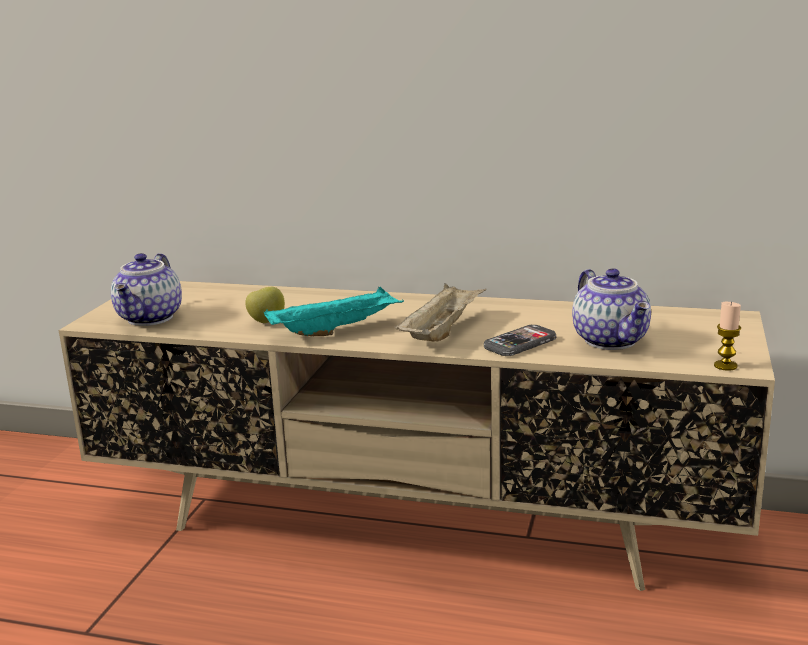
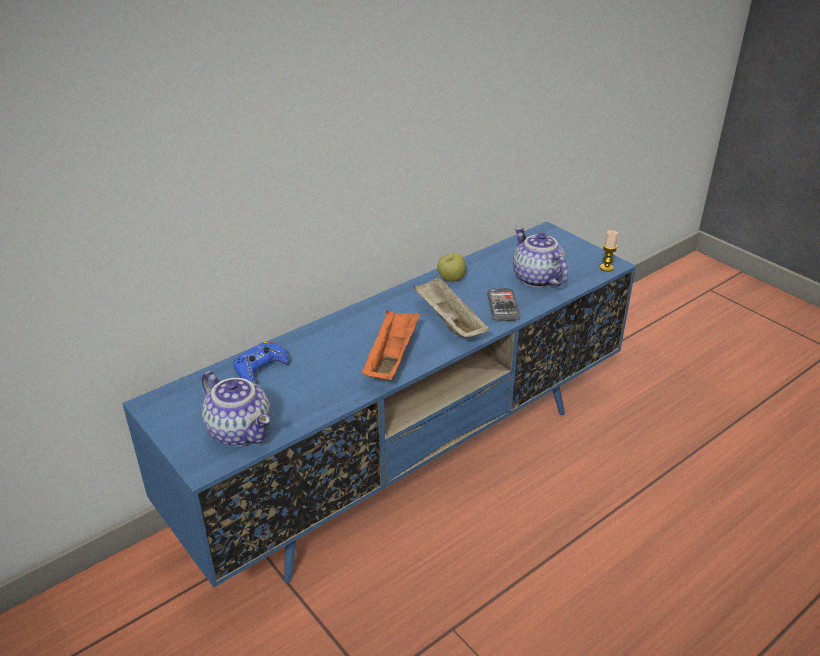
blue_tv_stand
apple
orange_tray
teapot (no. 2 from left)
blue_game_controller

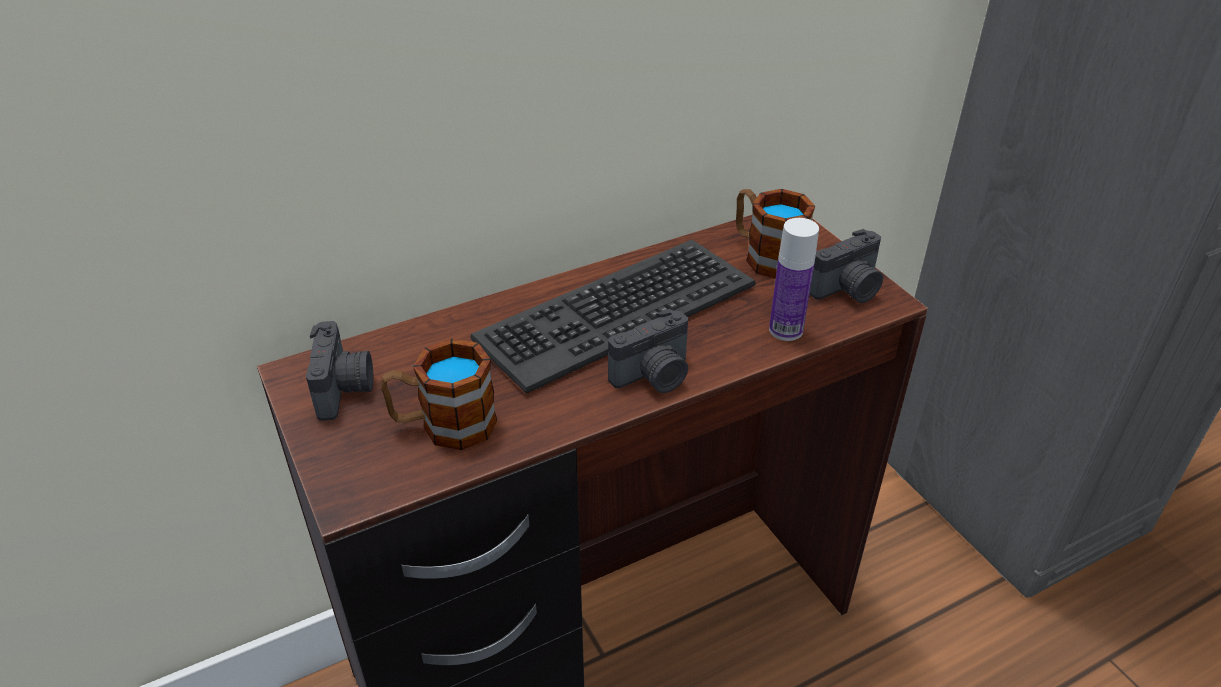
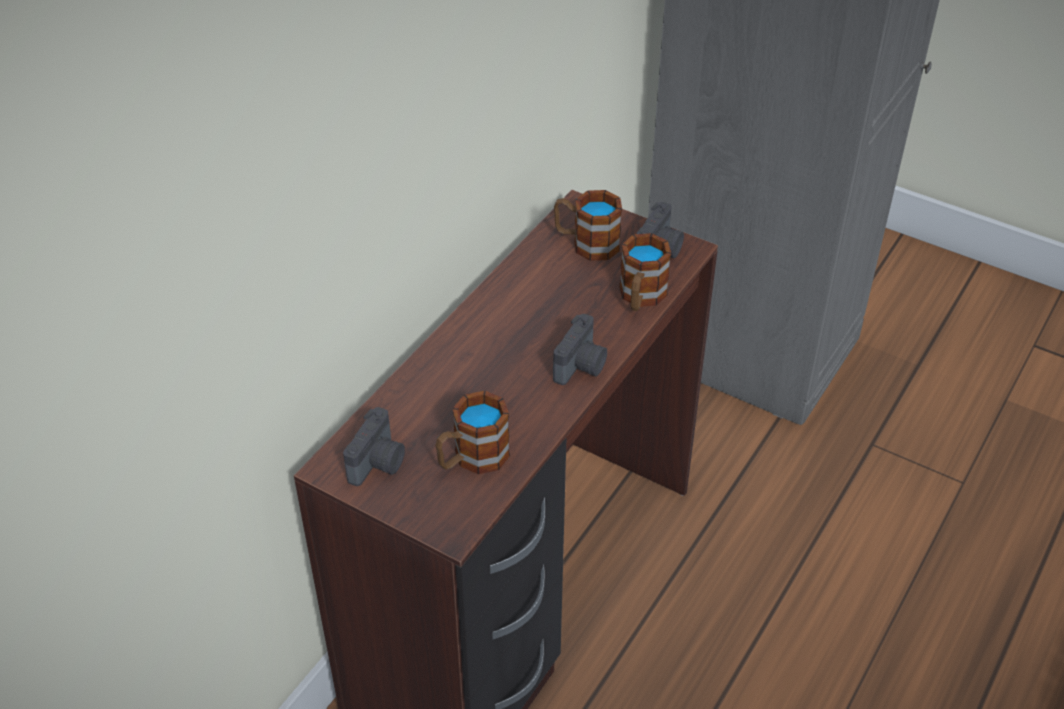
photo_camera (no. 1 from left)
keyboard
mug (no. 3 from left)

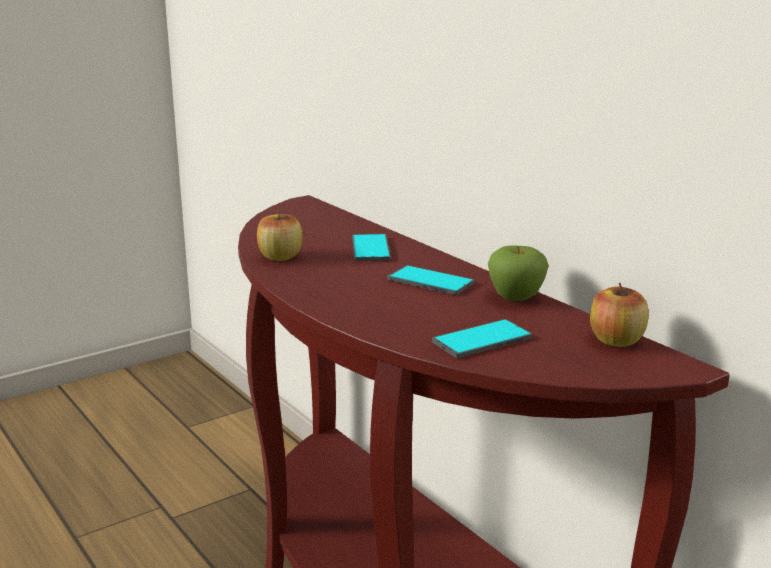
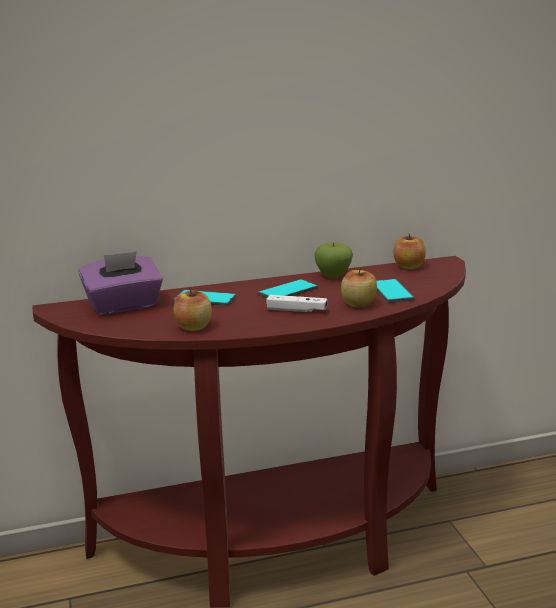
purple_tissue_box
white_game_controller
apple (no. 3 from left)

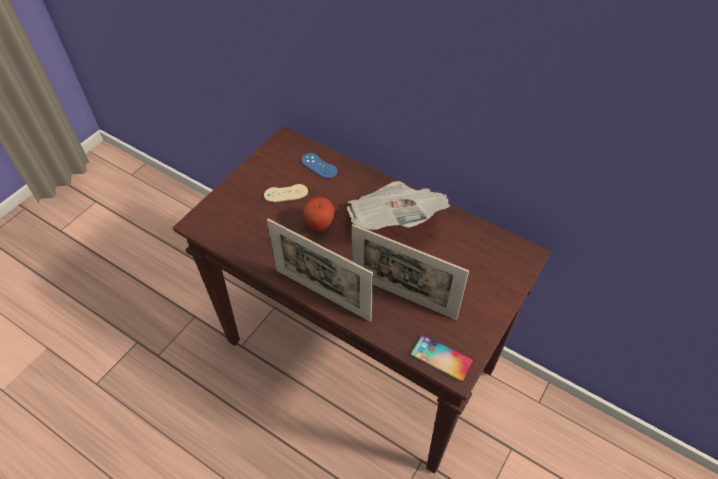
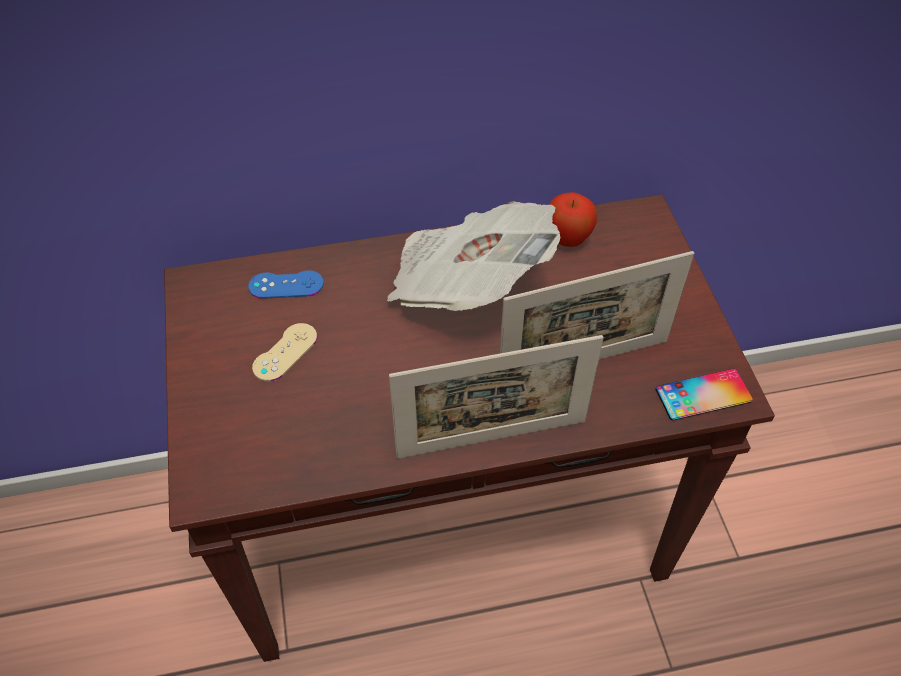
apple

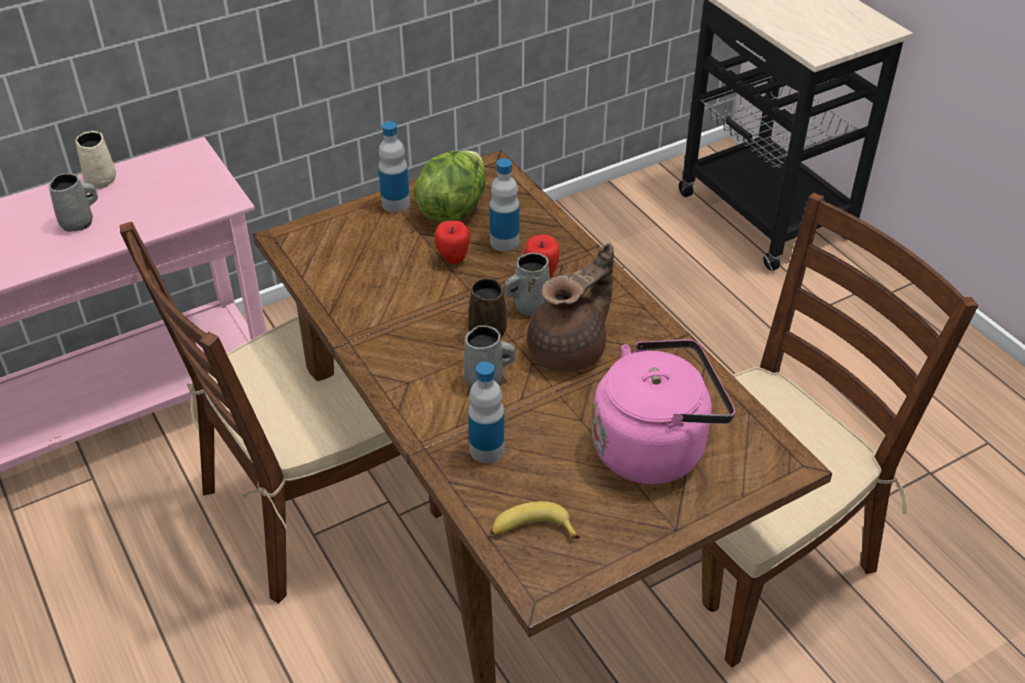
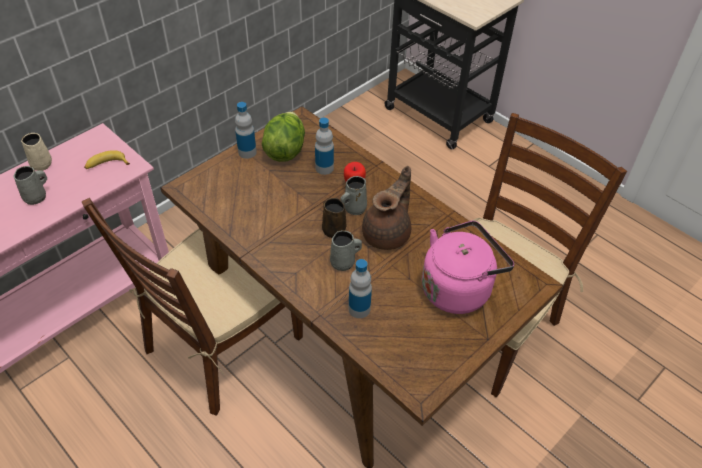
apple (no. 1 from left in the first image)
banana

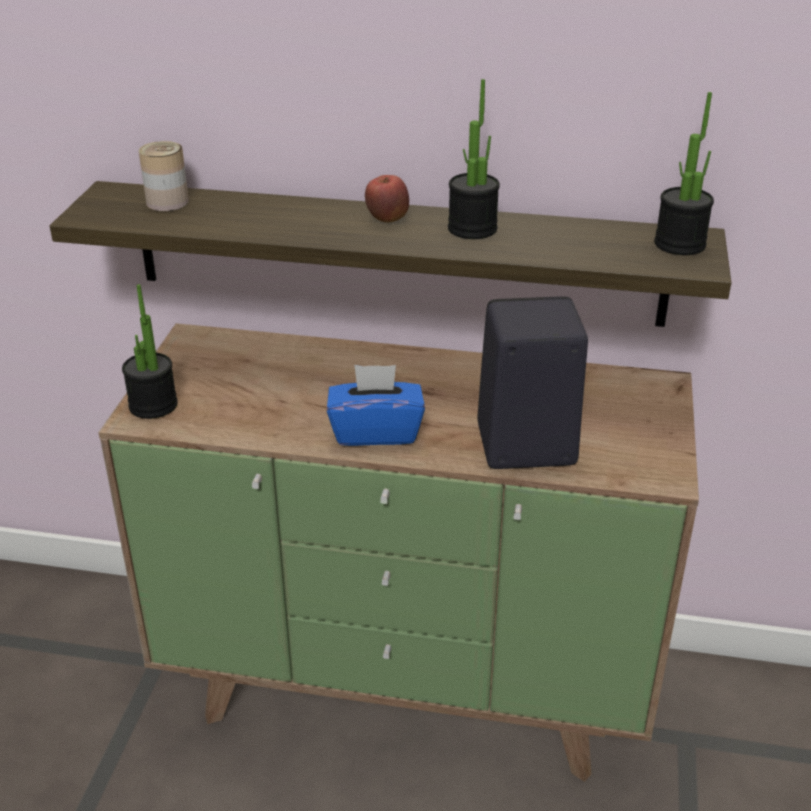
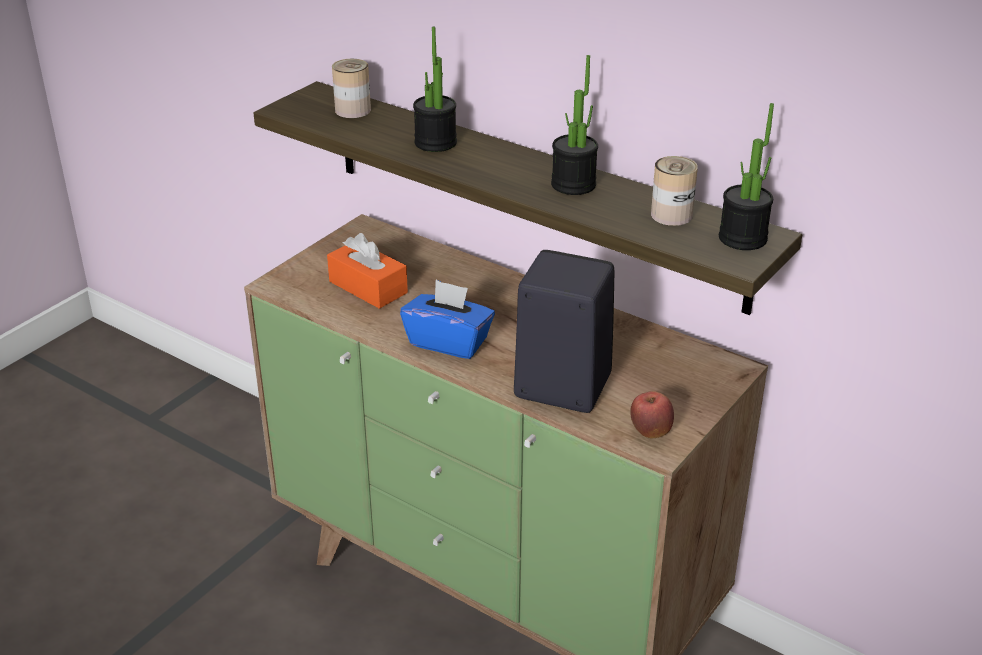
potted_plant (no. 1 from left)
apple
orange_tissue_box
can (no. 2 from left)

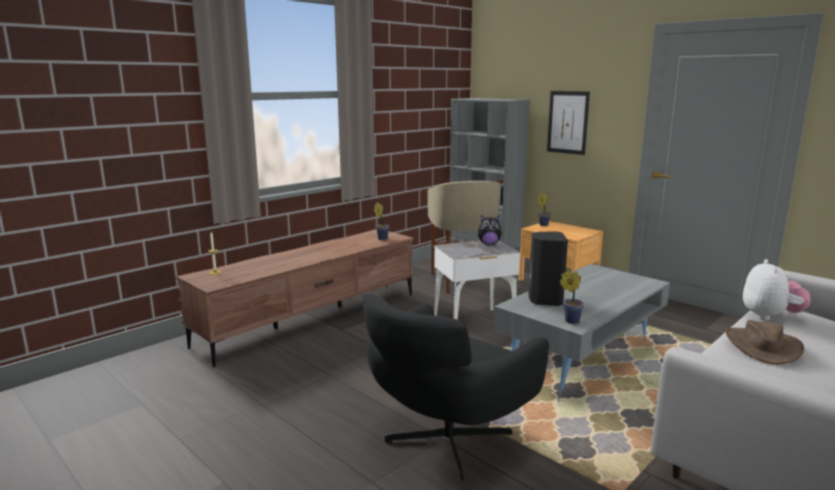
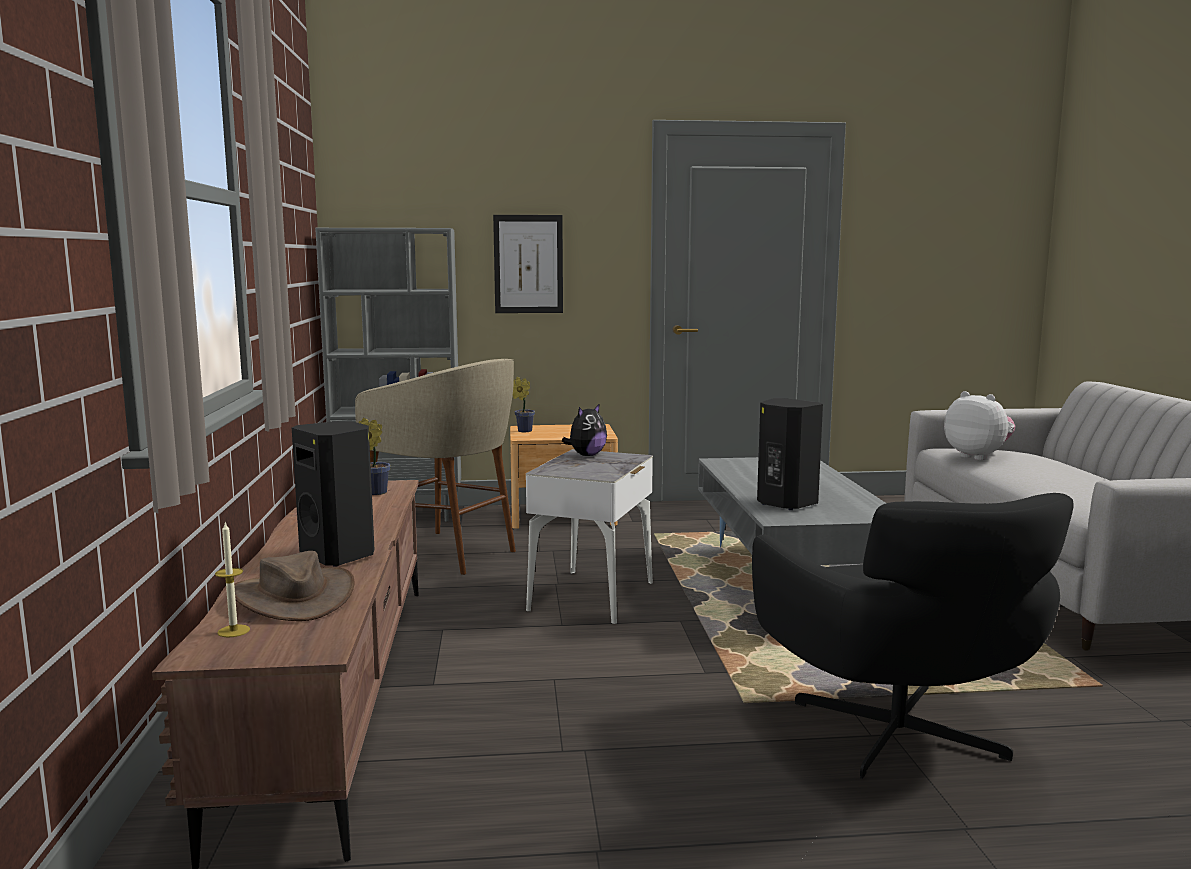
potted_plant (no. 3 from left in the first image)
brown_hat
black_speaker (no. 1 from left)

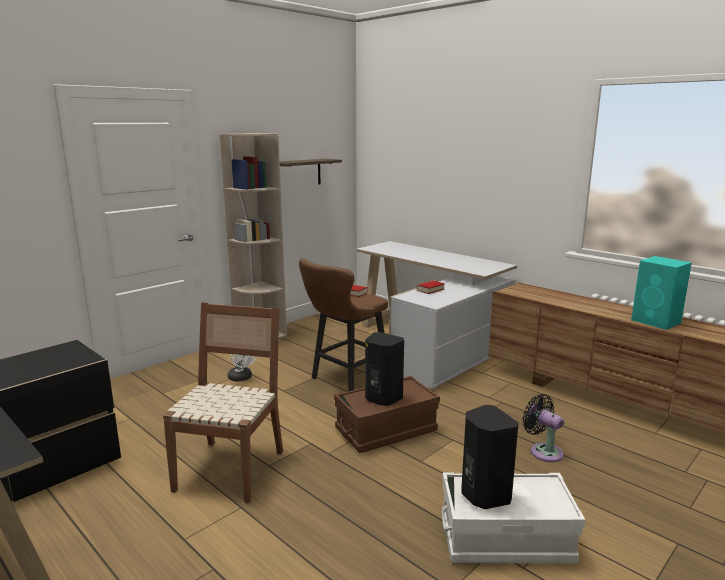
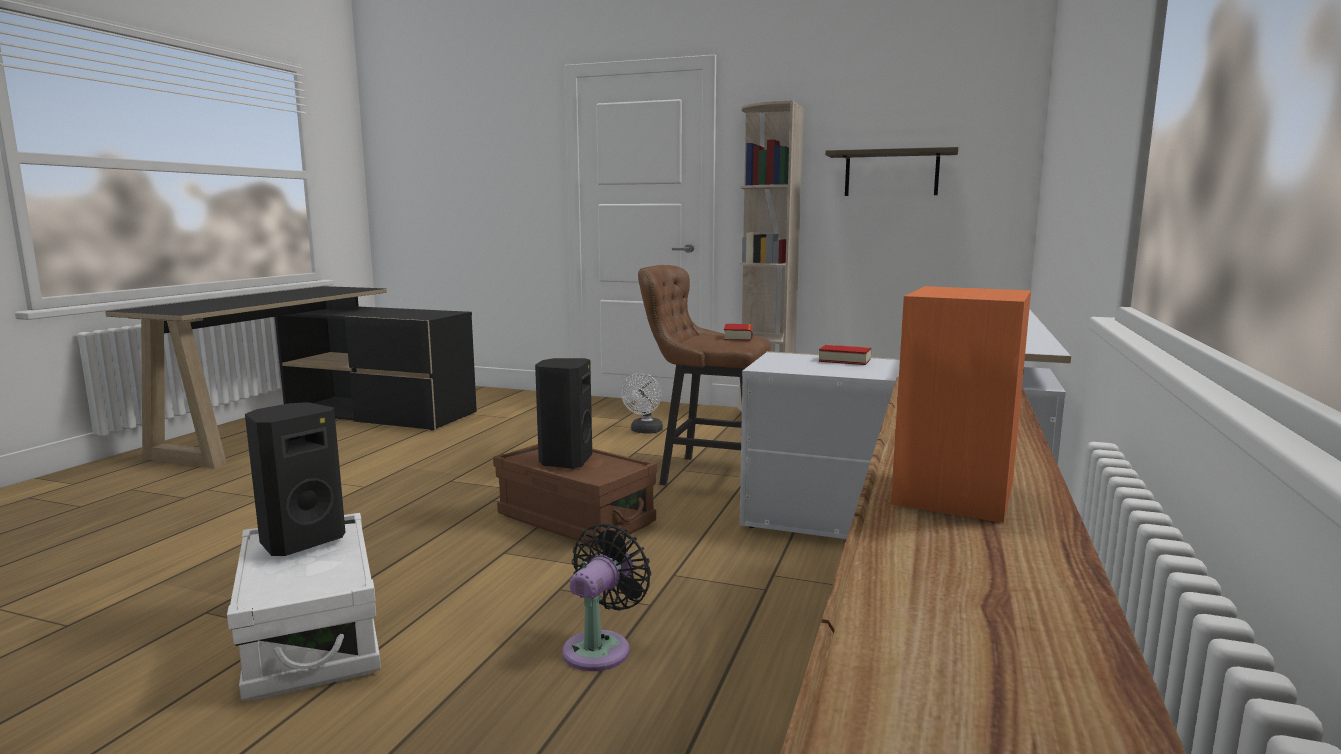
chair
orange_speaker

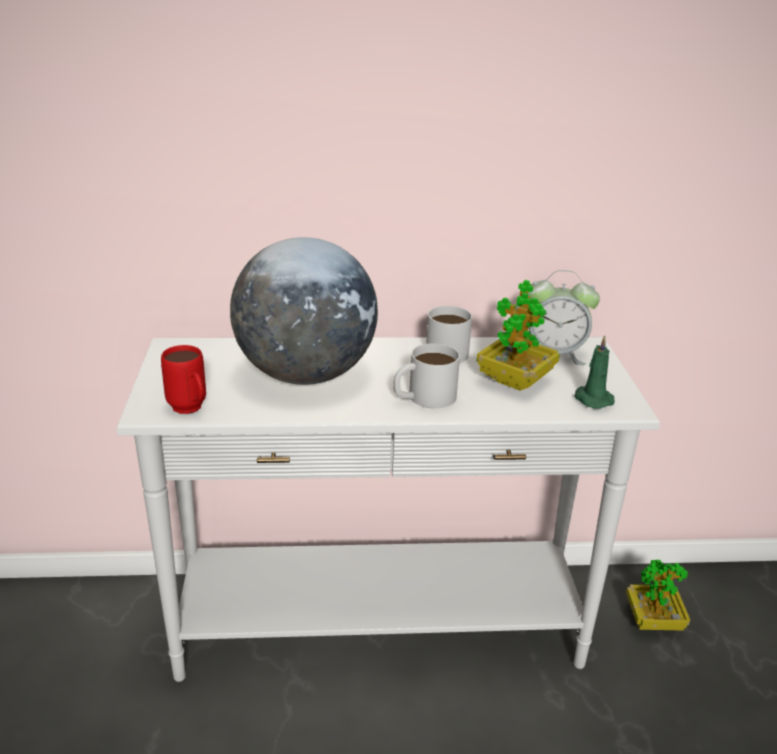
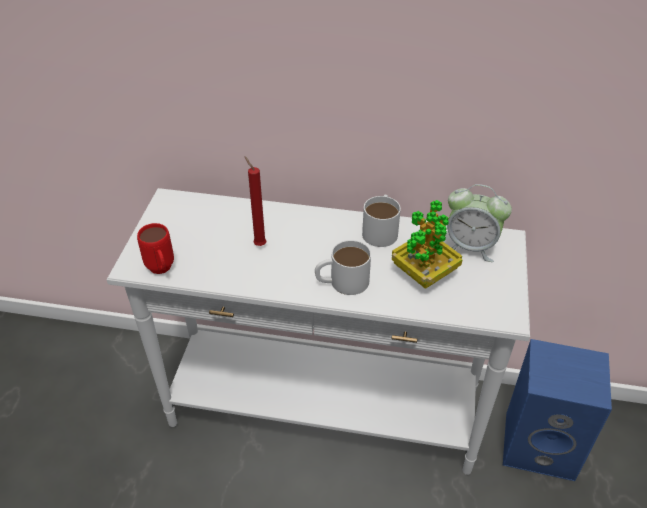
red_candle
green_candle
blue_speaker

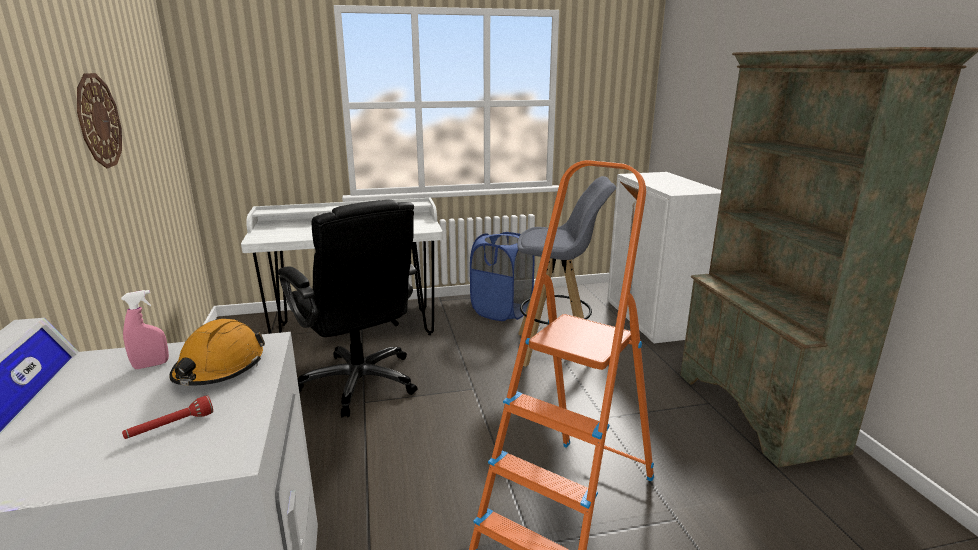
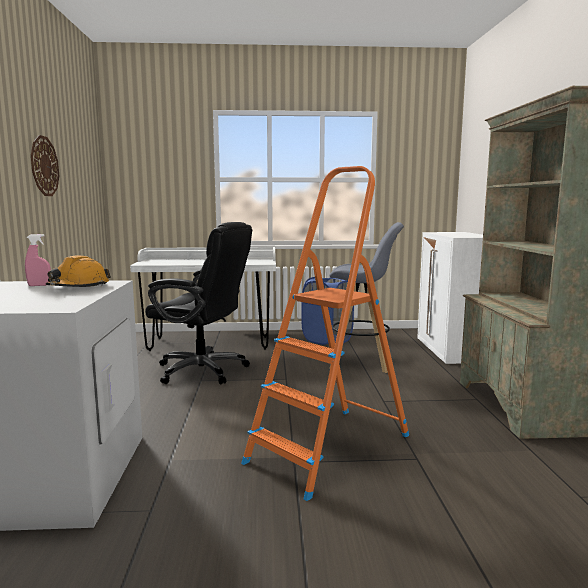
red_flashlight
black_office_chair

